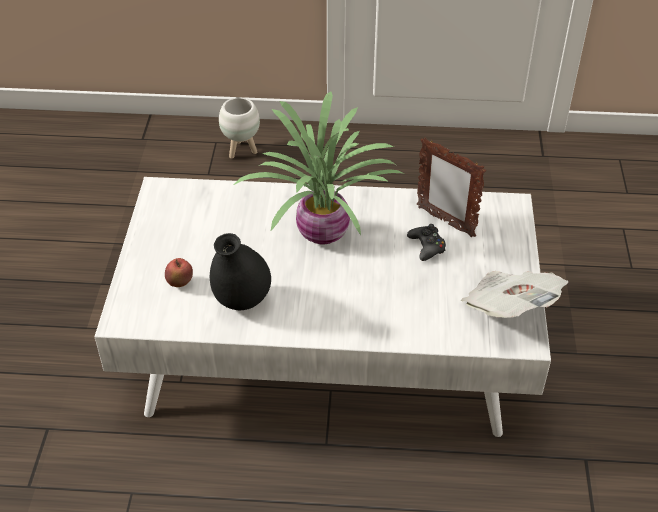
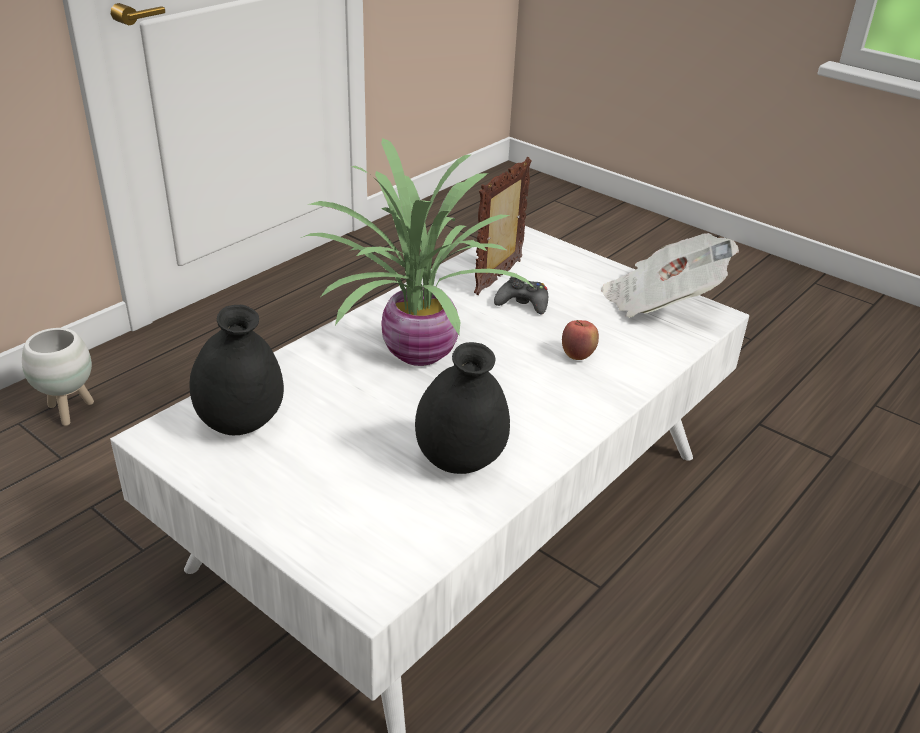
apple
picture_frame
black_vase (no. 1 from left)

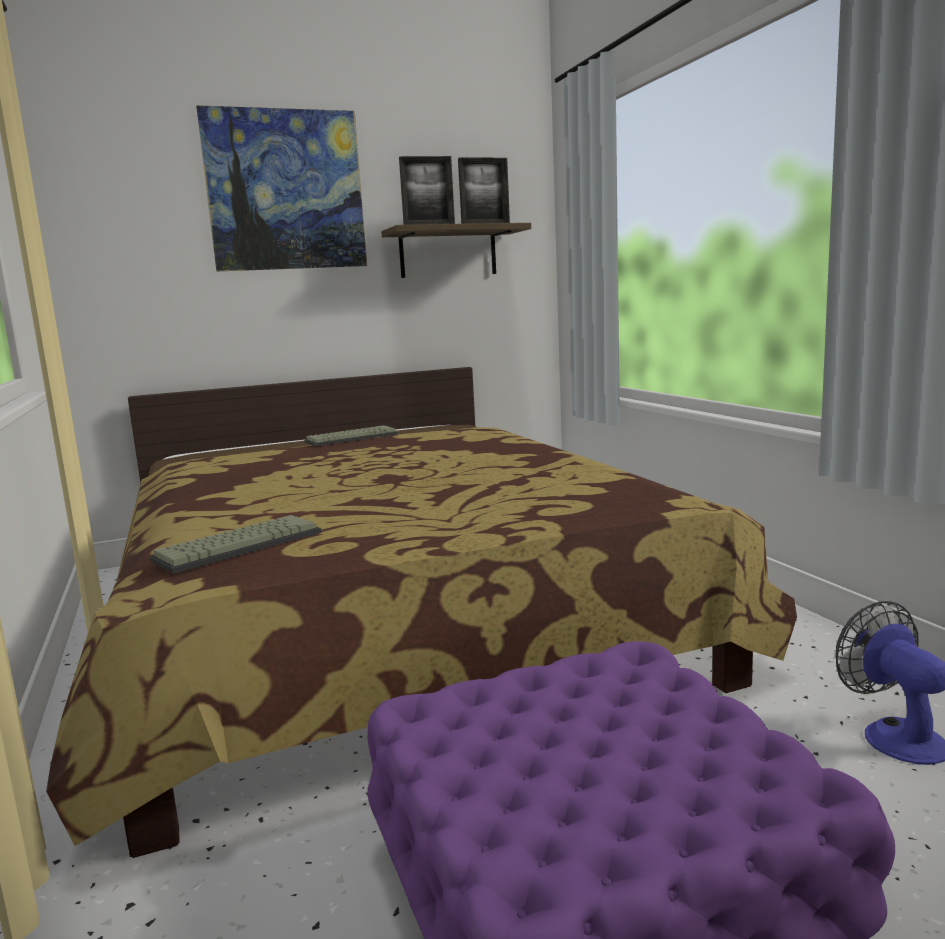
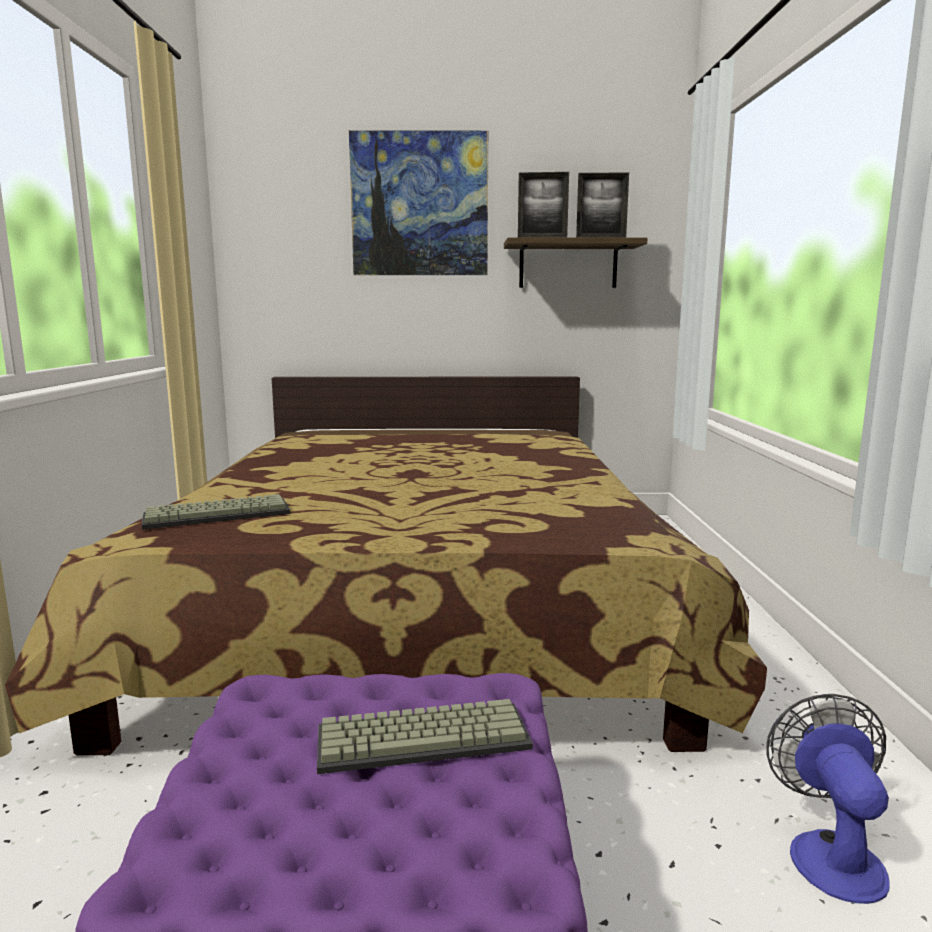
keyboard (no. 2 from left)

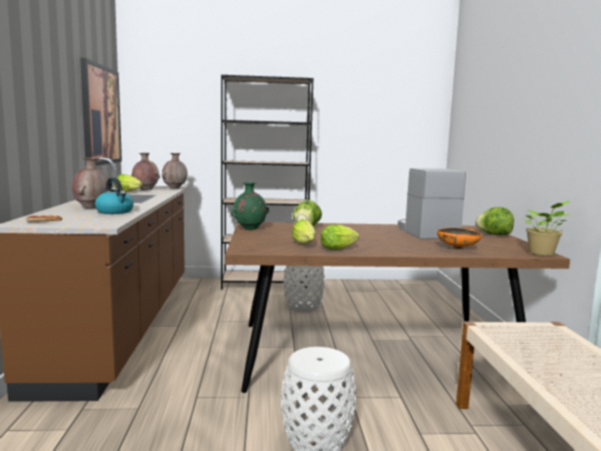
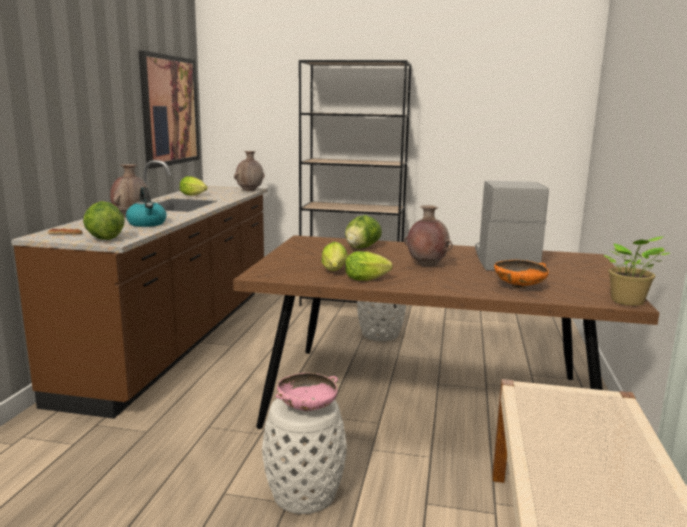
brown_vase (no. 3 from left)
green_vase
lettuce (no. 1 from left)
pink_bowl

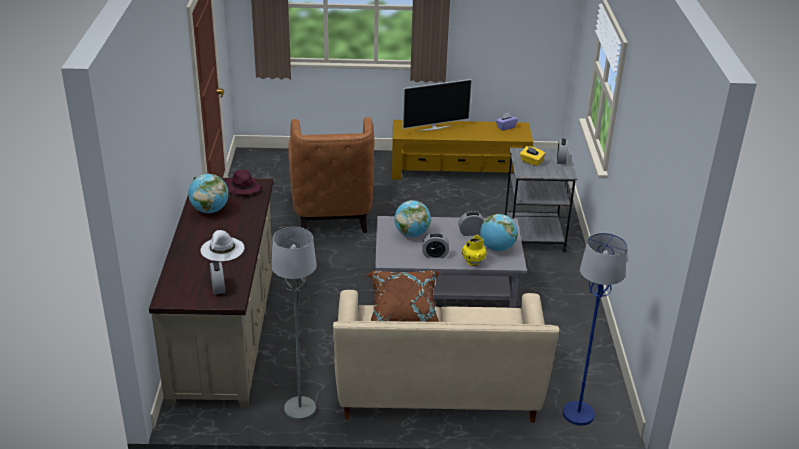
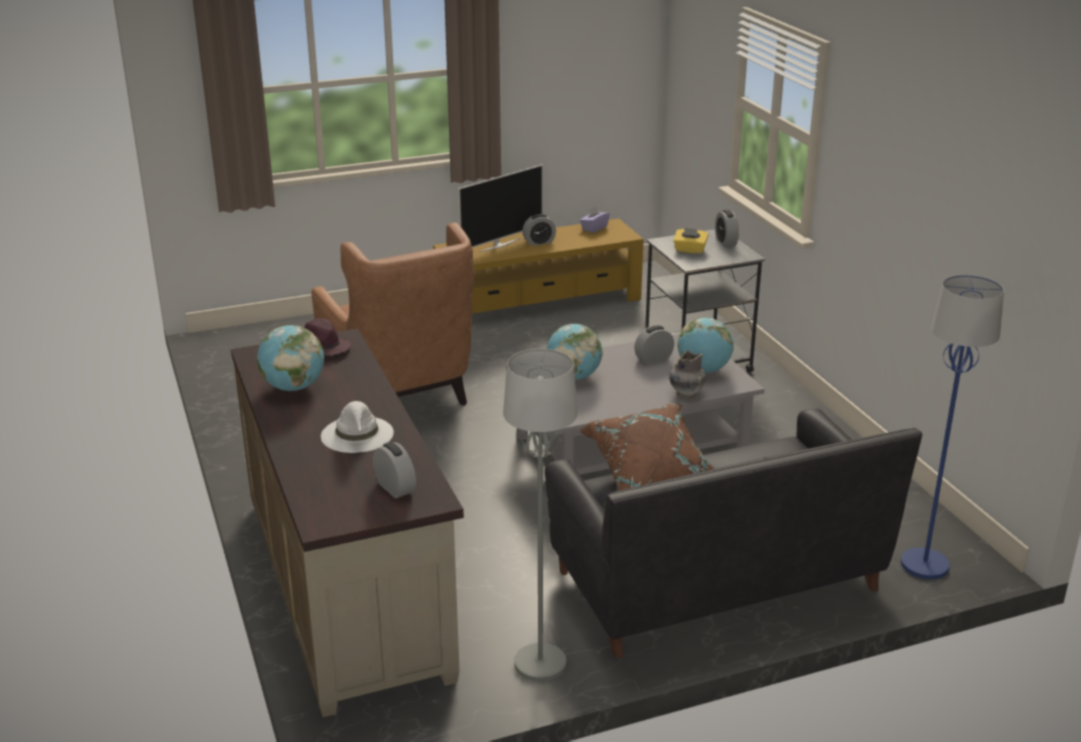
black_sofa
alarm_clock (no. 2 from left)
grey_vase

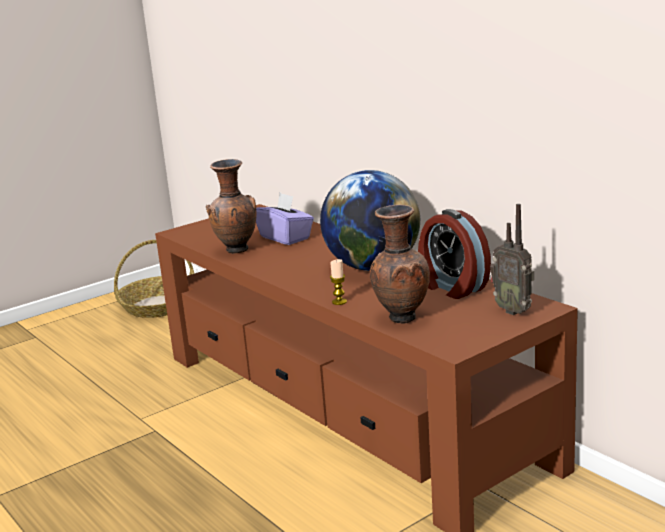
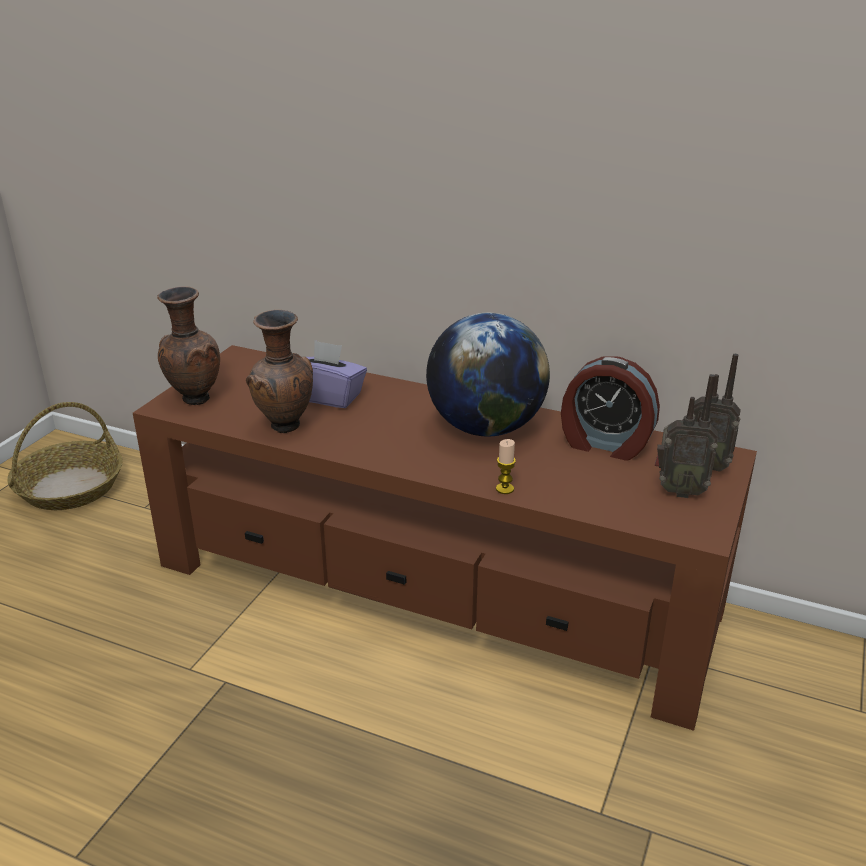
brown_vase (no. 1 from left)
radio (no. 1 from left)

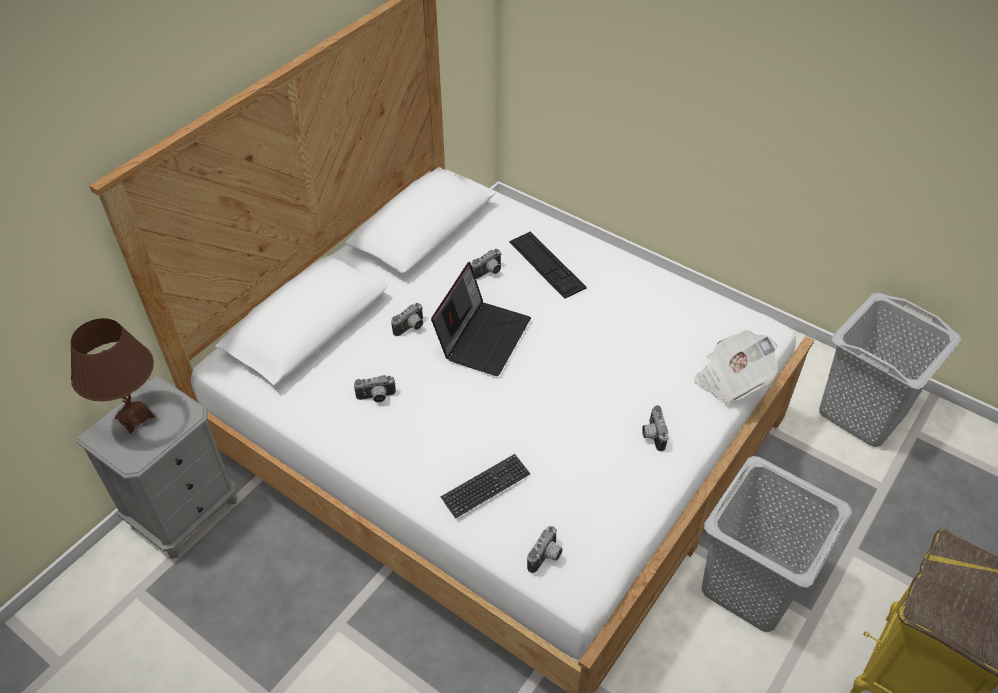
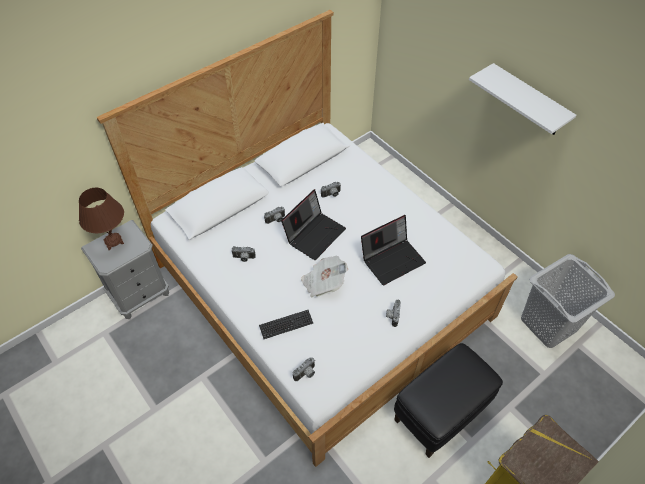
keyboard (no. 2 from left in the first image)
newspaper
black_ottoman
laptop (no. 2 from left)
white_shelf

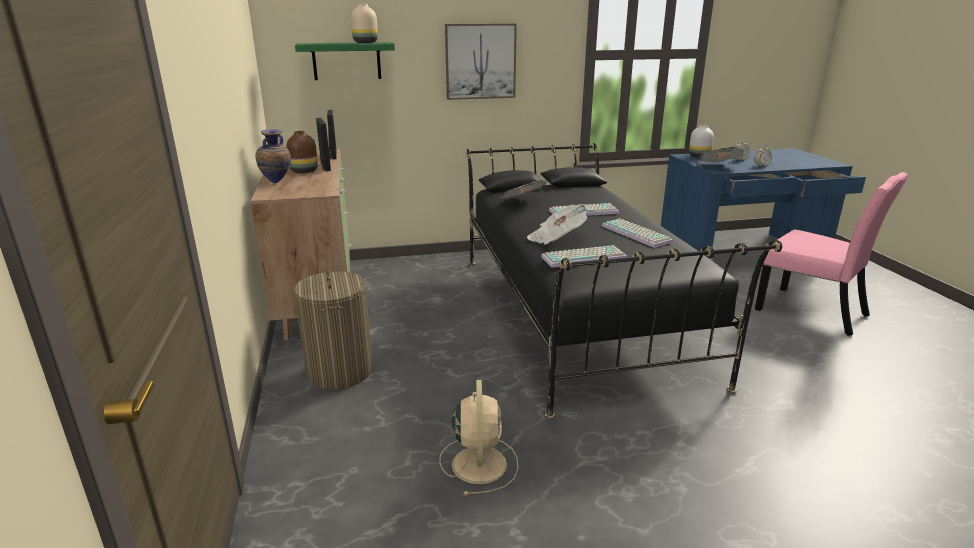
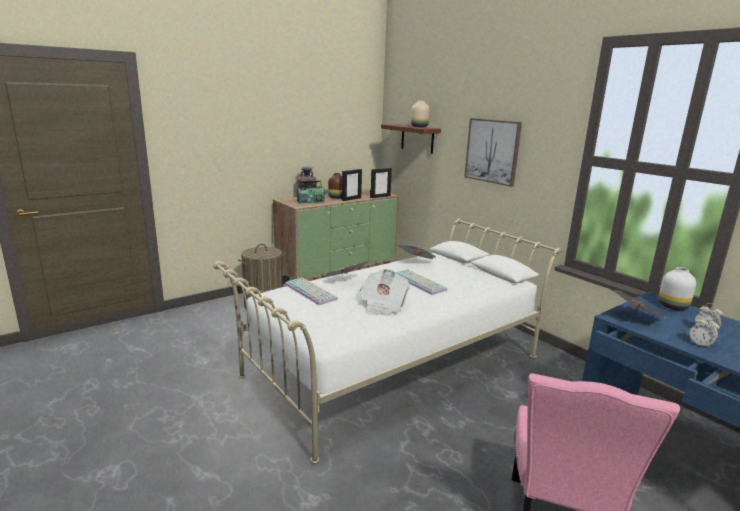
brown_shelf
beige_fan
white_bed
newspaper (no. 2 from left)
radio

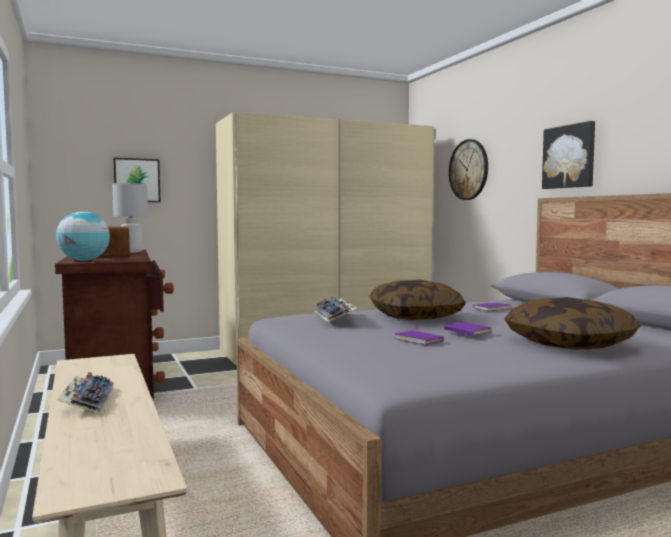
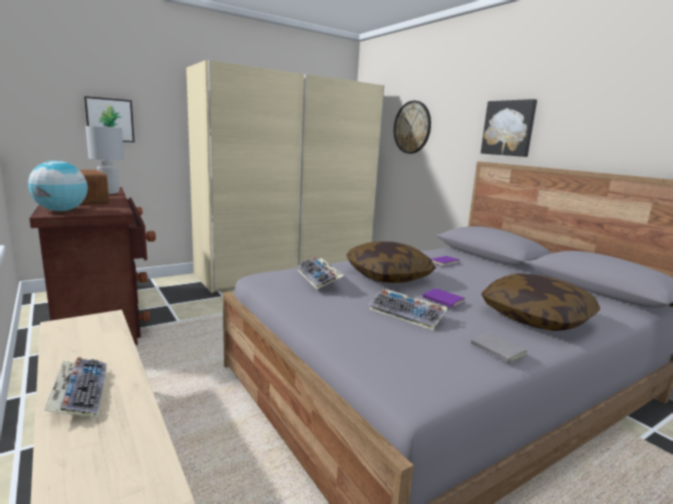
keyboard (no. 3 from left)
grey_book

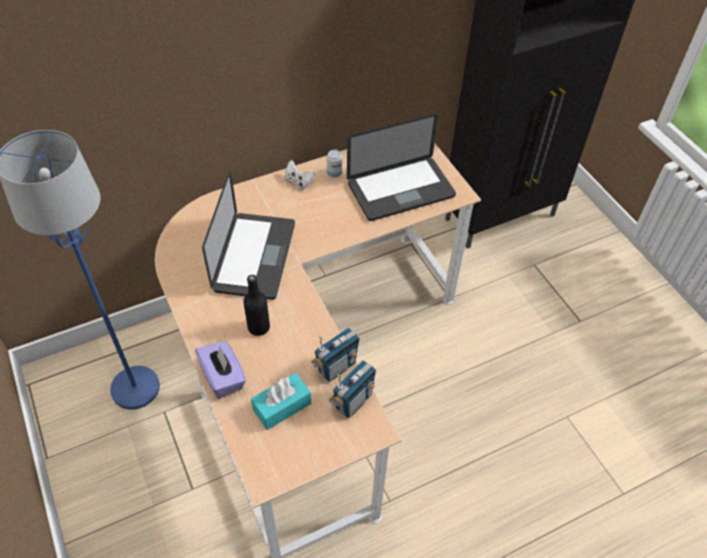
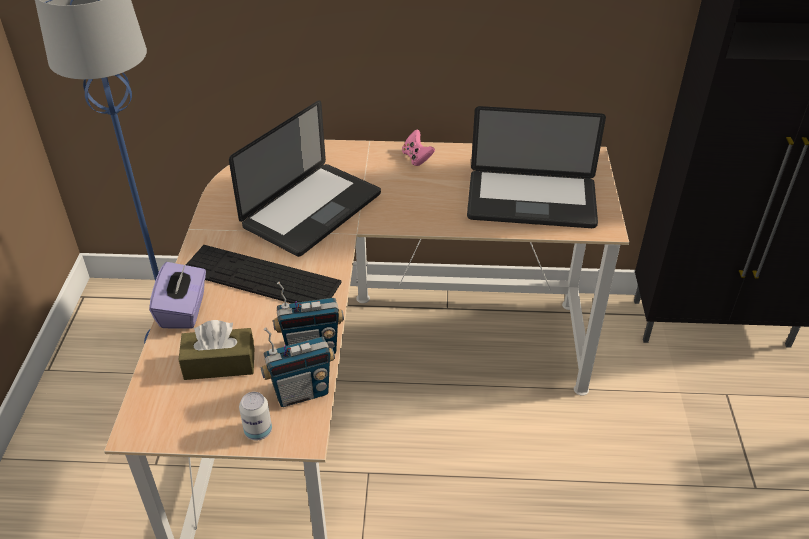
keyboard
brown_tissue_box
pink_game_controller
can

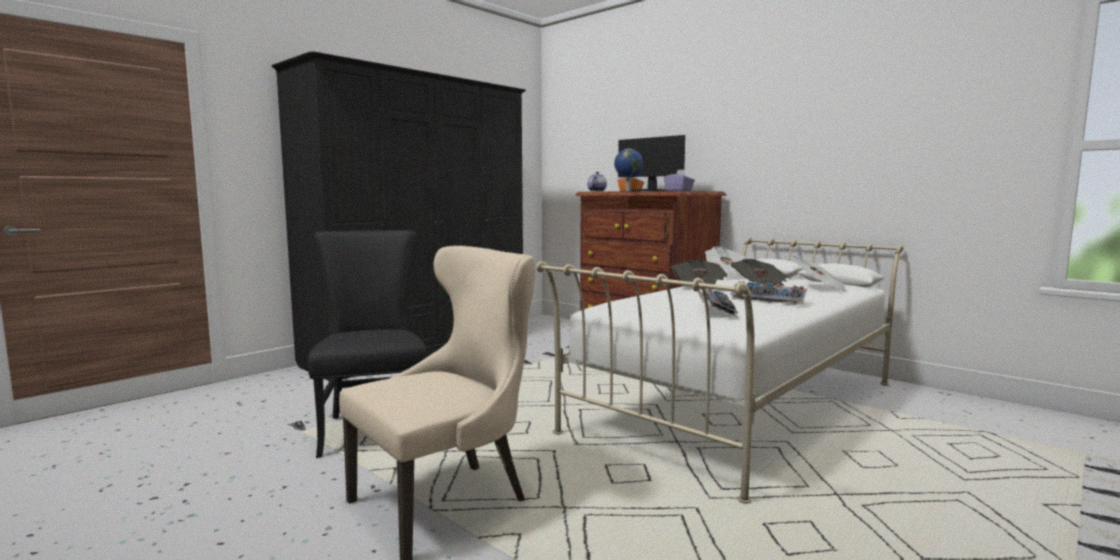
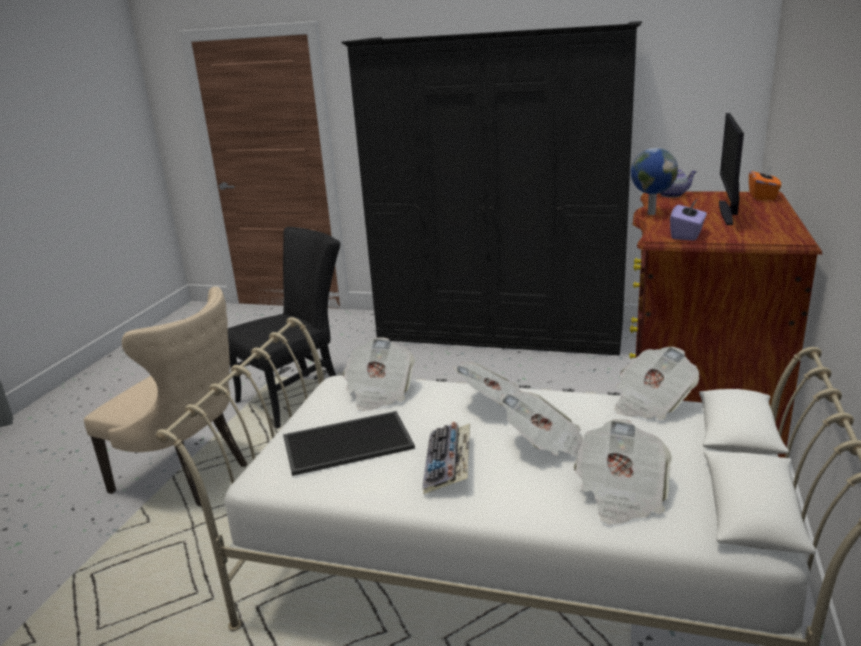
tray
newspaper (no. 1 from left)

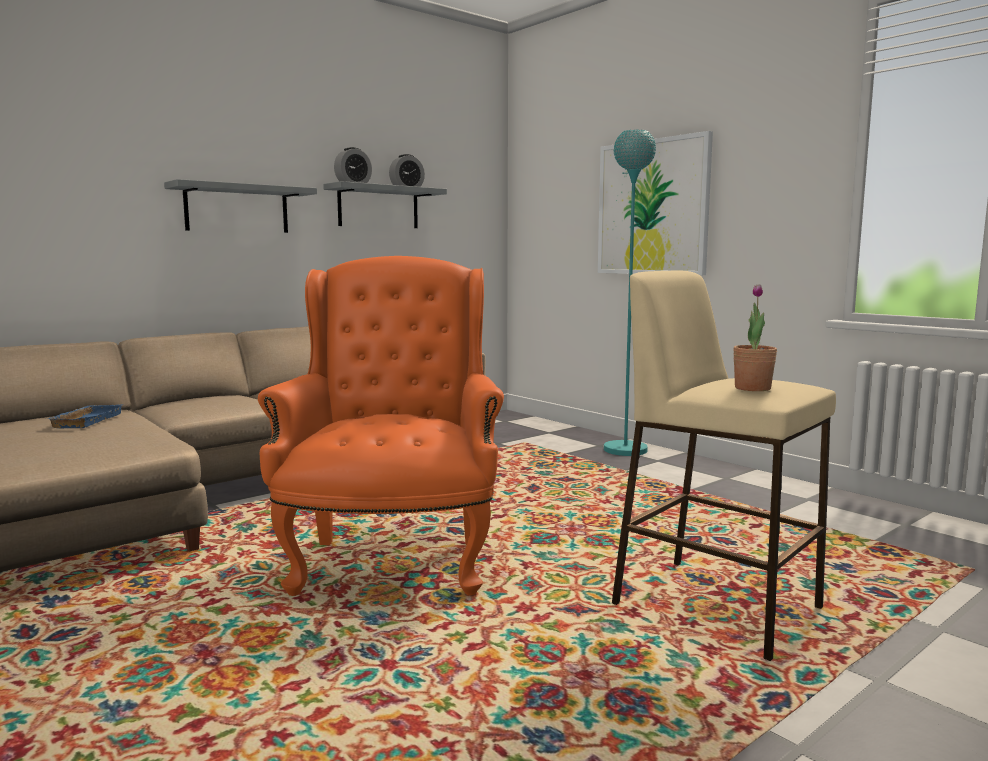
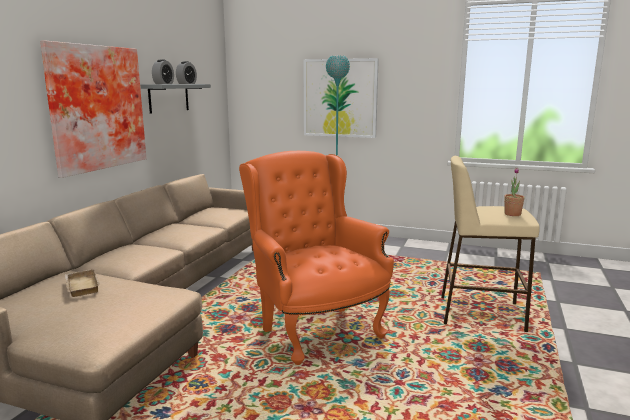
beige_tray
picture (no. 1 from left)

